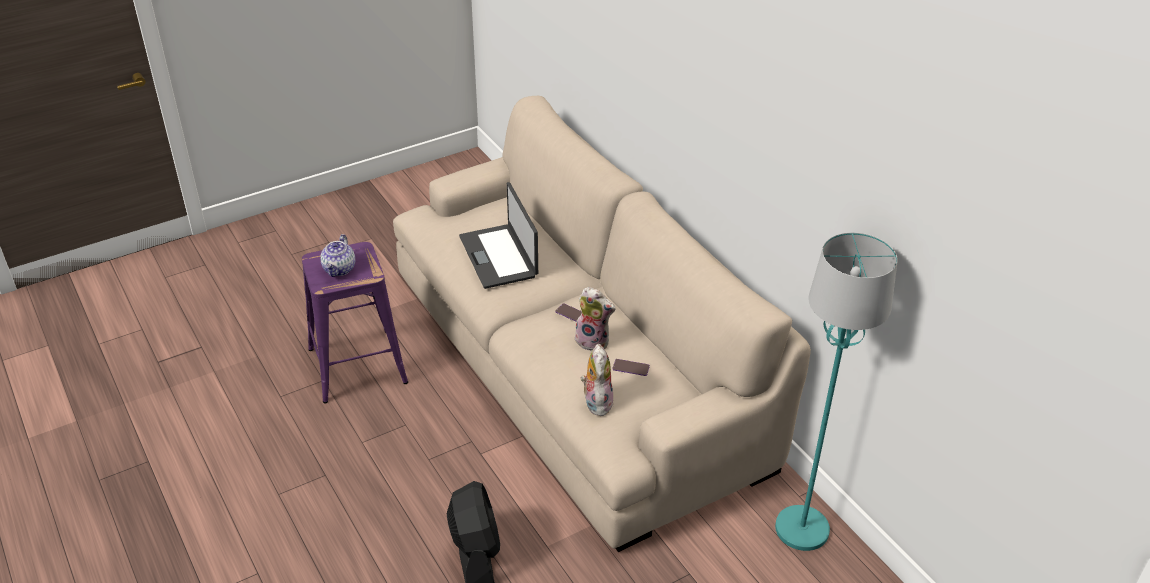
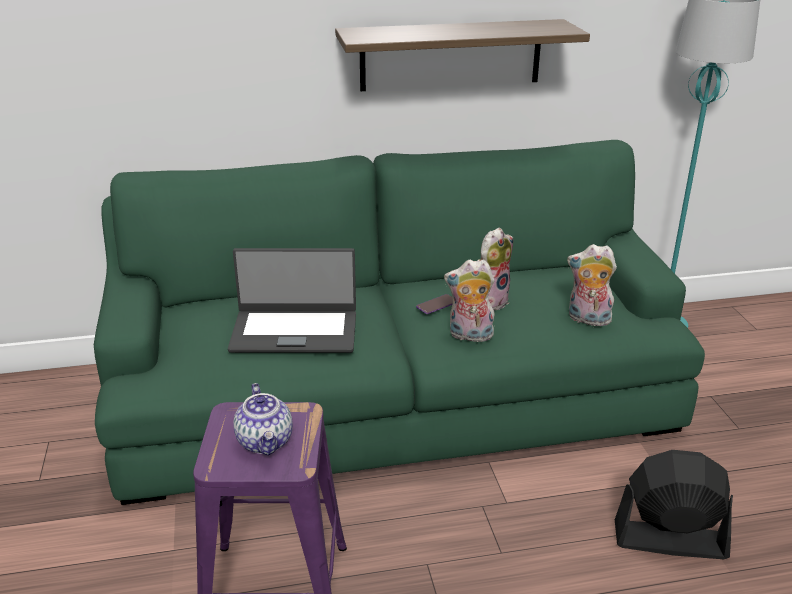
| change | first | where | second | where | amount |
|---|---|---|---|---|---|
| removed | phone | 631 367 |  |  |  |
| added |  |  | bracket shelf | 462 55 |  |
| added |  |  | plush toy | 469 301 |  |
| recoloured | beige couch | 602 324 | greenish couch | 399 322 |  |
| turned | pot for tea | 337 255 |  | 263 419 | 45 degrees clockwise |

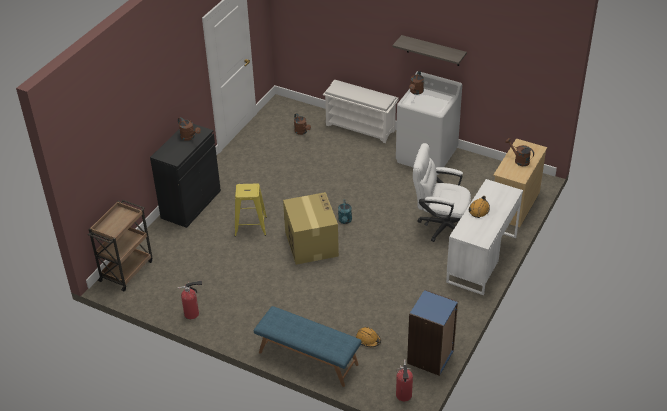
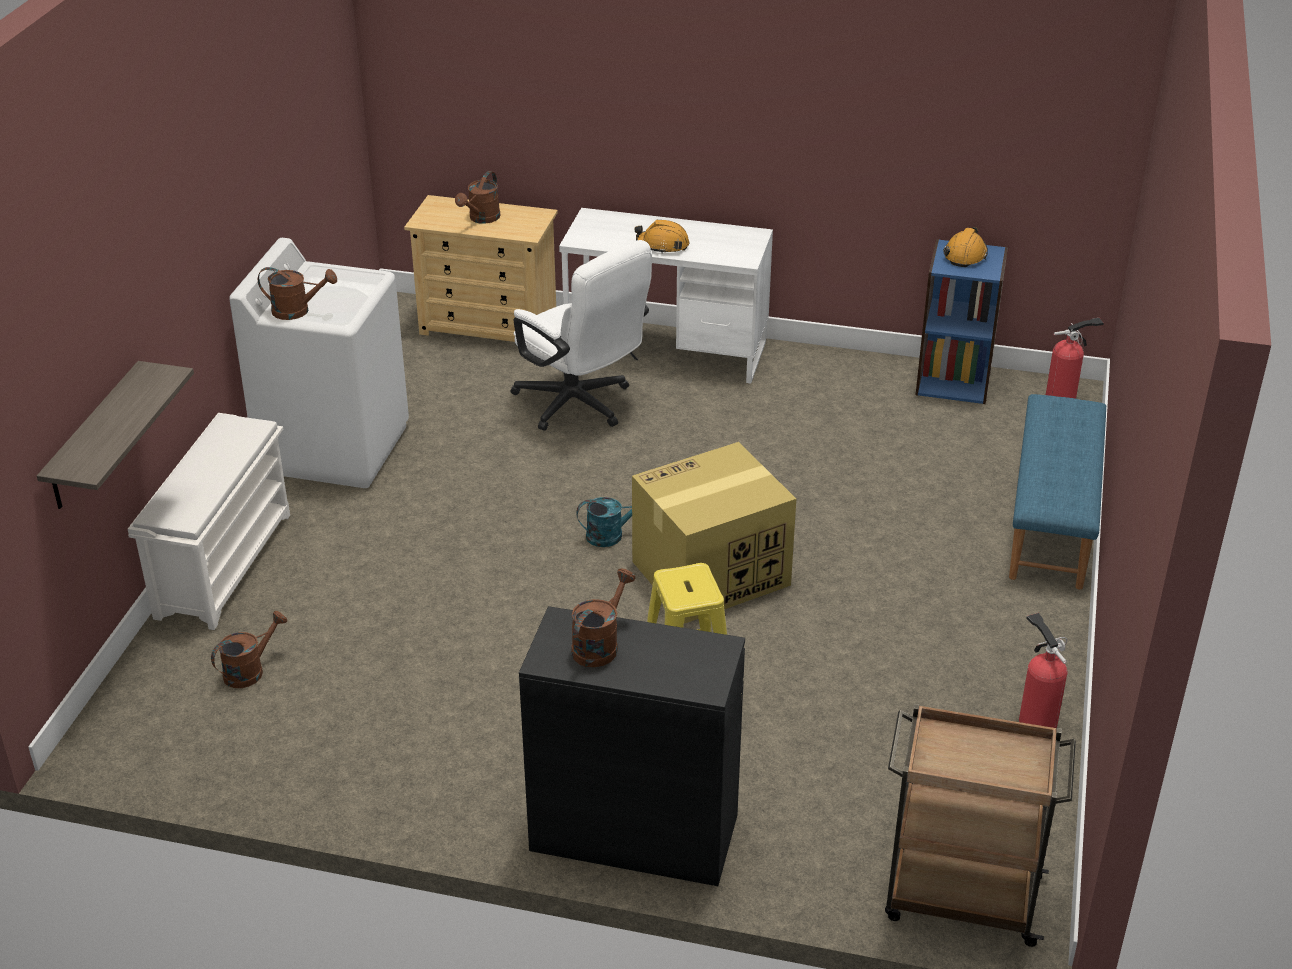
| change | first | where | second | where | amount |
|---|---|---|---|---|---|
| moved | orangey safety helmet | 368 337 |  | 965 247 |  |
| moved | bracket shelf | 429 50 |  | 115 435 |  |
| turned | white computer chair | 442 192 |  | 581 335 | 45 degrees counterclockwise |

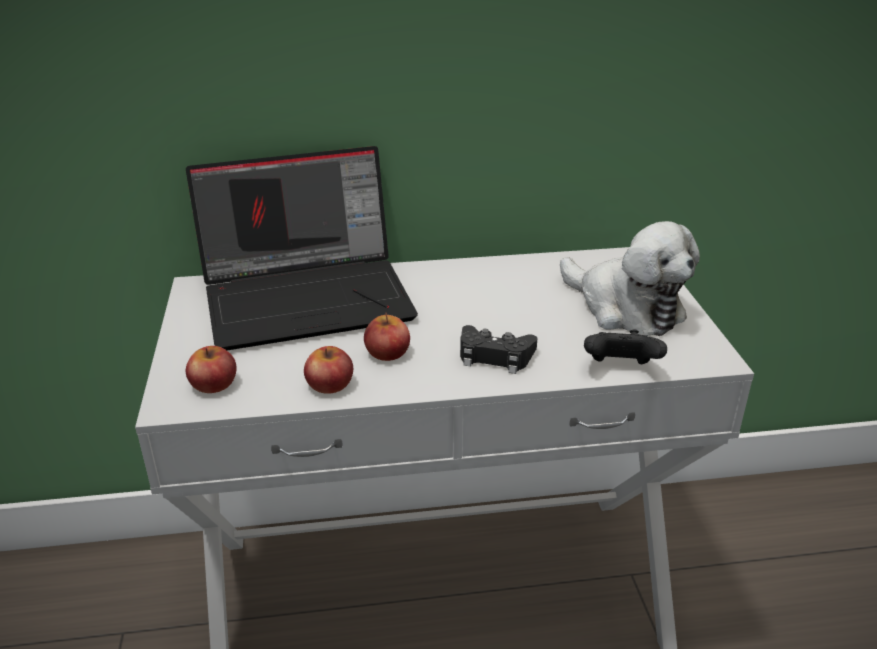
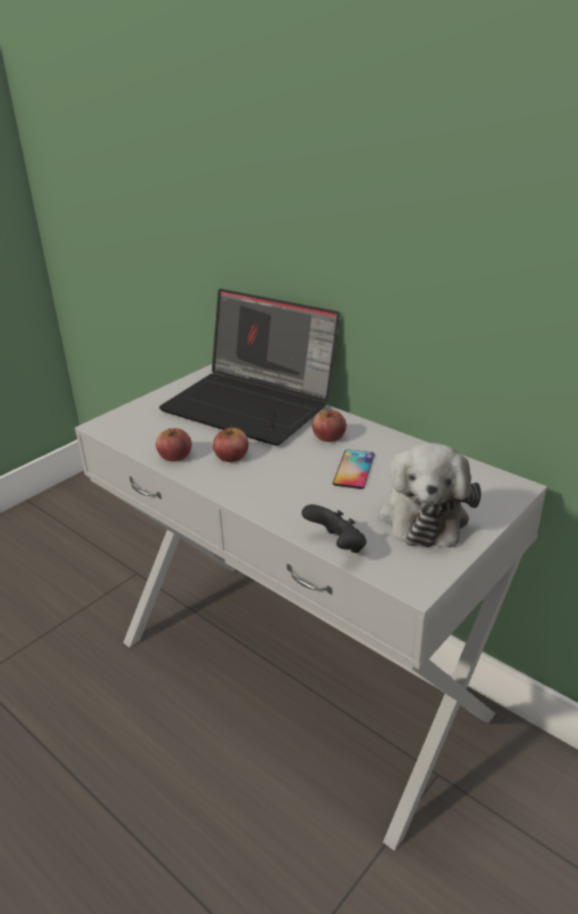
| change | first | where | second | where | amount |
|---|---|---|---|---|---|
| removed | black game controller | 498 349 |  |  |  |
| added |  |  | phone | 353 469 |  |
| moved | whole apple | 211 369 |  | 329 426 |  |

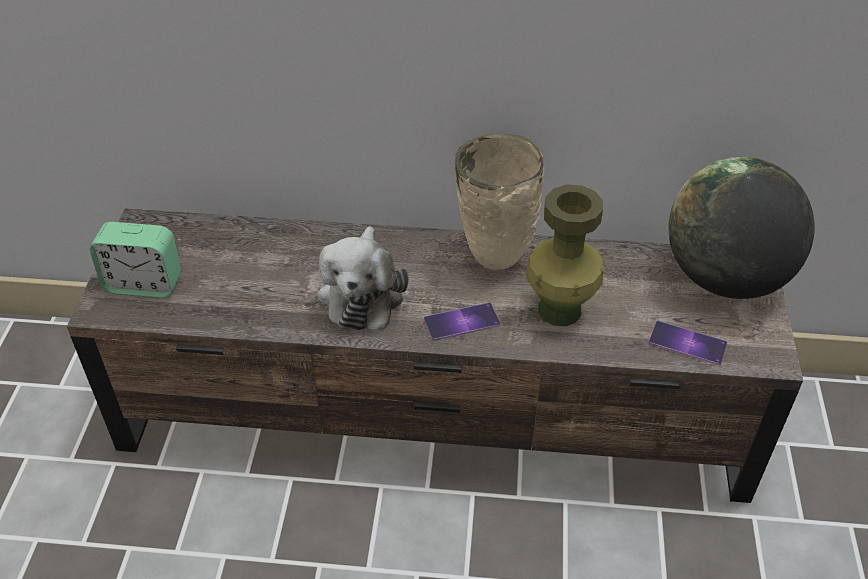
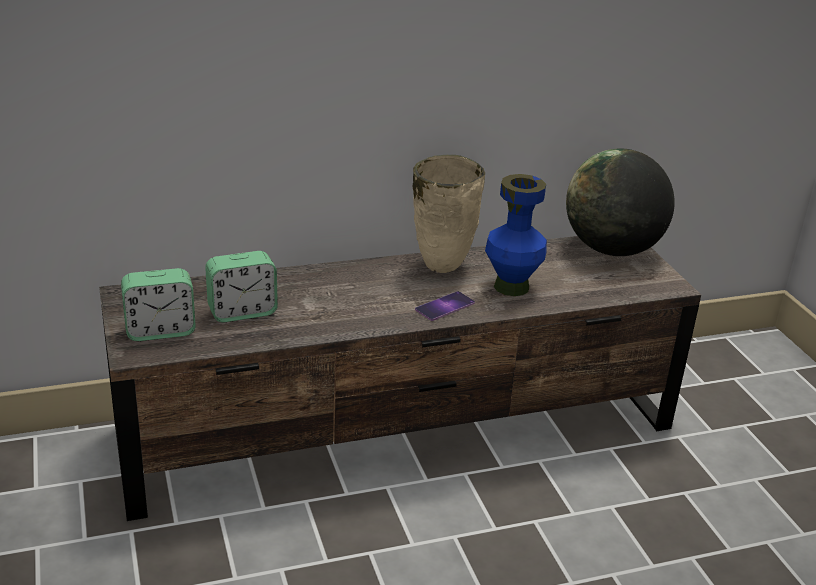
| change | first | where | second | where | amount |
|---|---|---|---|---|---|
| removed | plush toy | 363 278 |  |  |  |
| removed | phone | 688 343 |  |  |  |
| added |  |  | alarm clock | 241 287 |  |
| recoloured | greenish decorative vase | 564 255 | bluish decorative vase | 516 235 |  |

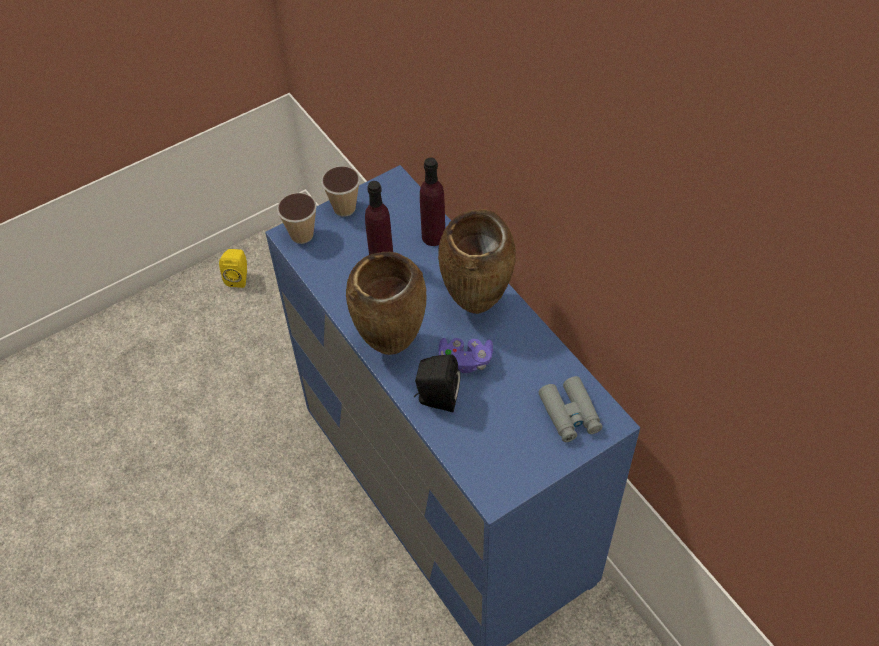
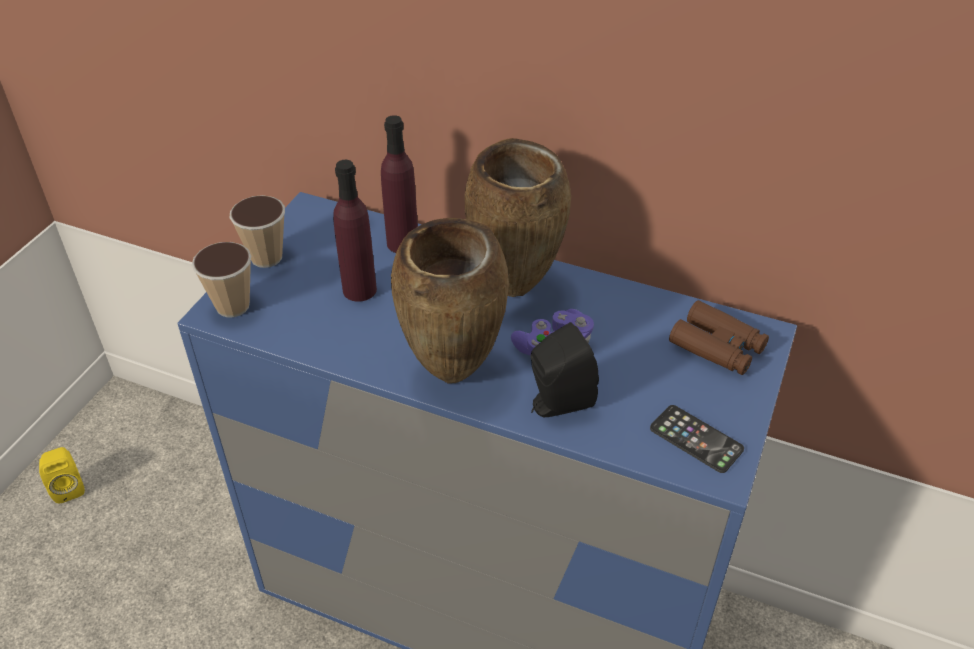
| change | first | where | second | where | amount |
|---|---|---|---|---|---|
| added |  |  | phone | 697 439 |  |
| recoloured | greyish pair of binoculars | 570 409 | brown-coloured pair of binoculars | 719 337 |  |

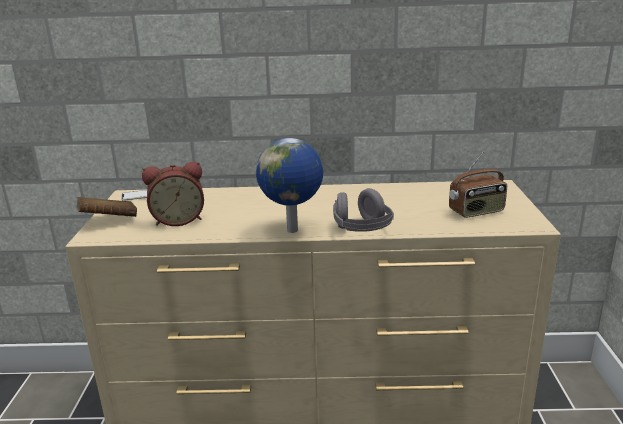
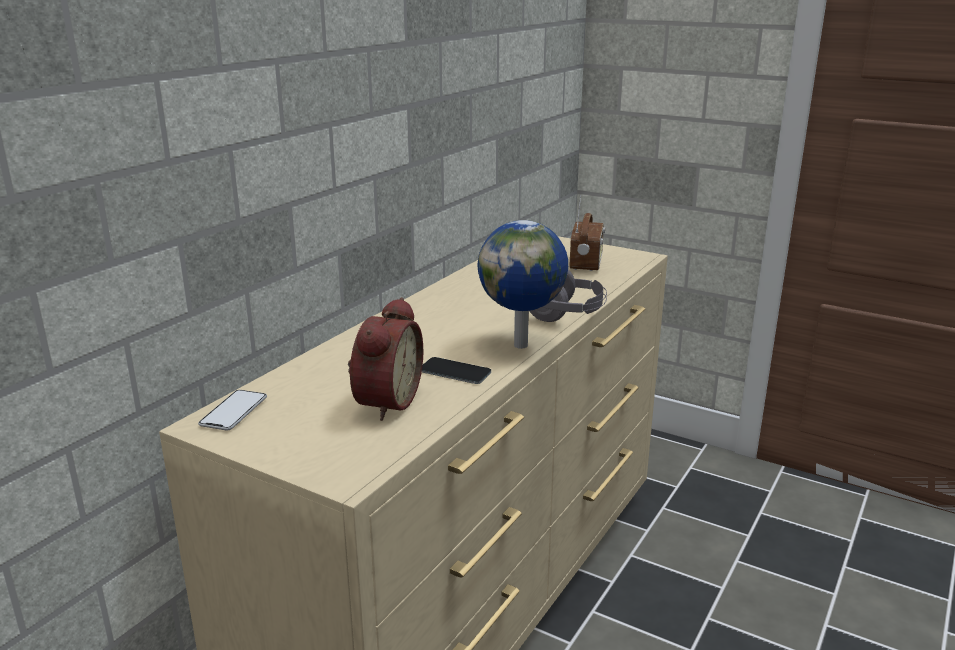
| change | first | where | second | where | amount |
|---|---|---|---|---|---|
| removed | brown-coloured bound book | 106 207 |  |  |  |
| added |  |  | phone | 456 370 |  |

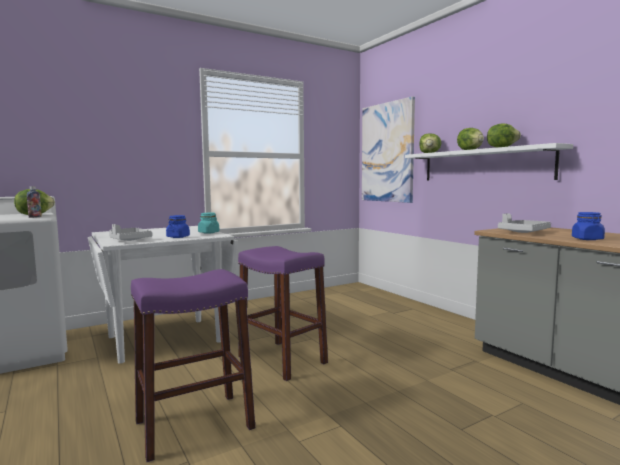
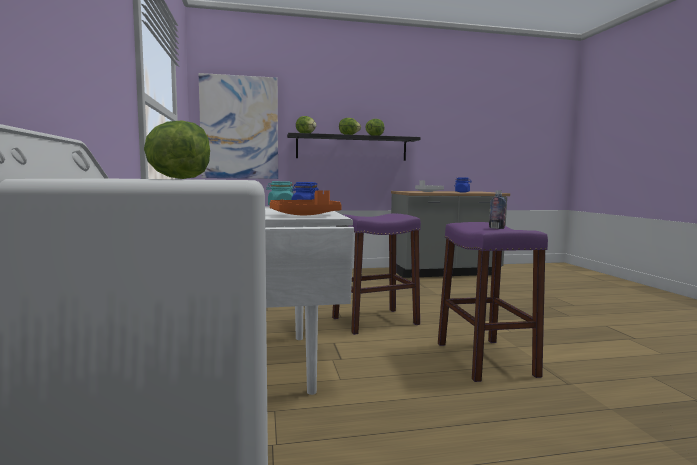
| change | first | where | second | where | amount |
|---|---|---|---|---|---|
| moved | bottle | 34 202 |  | 497 209 |  |
| recoloured | greyish carrying tray | 130 232 | orangey carrying tray | 306 203 |  |
| recoloured | white bracket shelf | 489 162 | black bracket shelf | 354 147 |  |

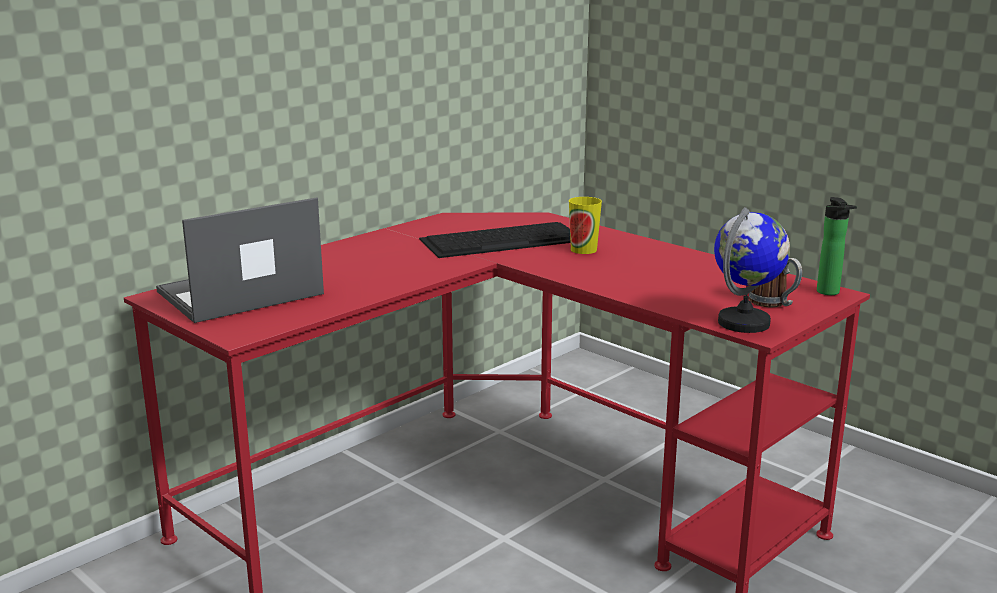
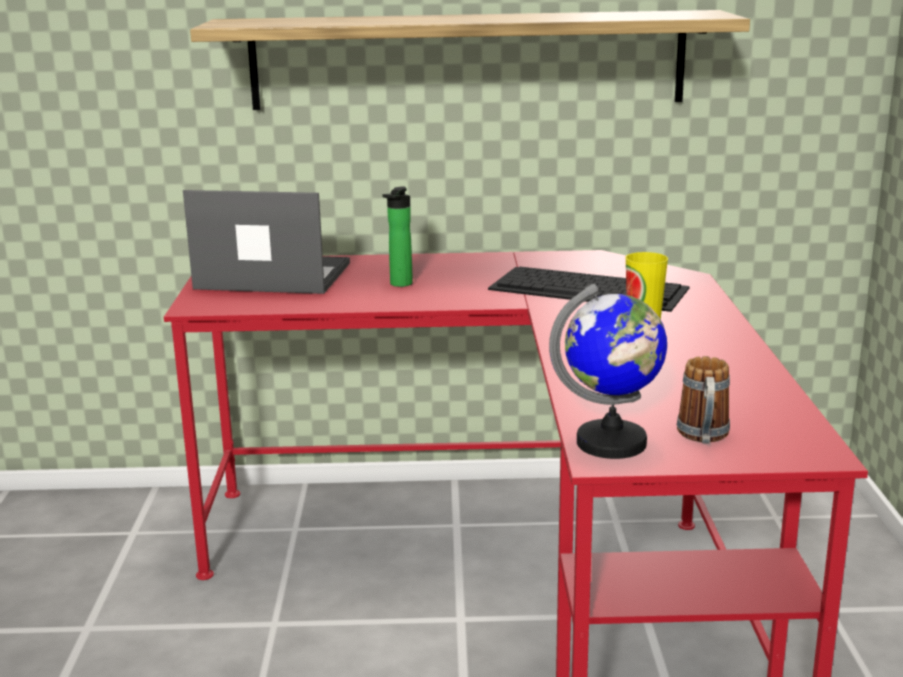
| change | first | where | second | where | amount |
|---|---|---|---|---|---|
| added |  |  | bracket shelf | 470 60 |  |
| moved | bottle | 837 246 |  | 397 236 |  |

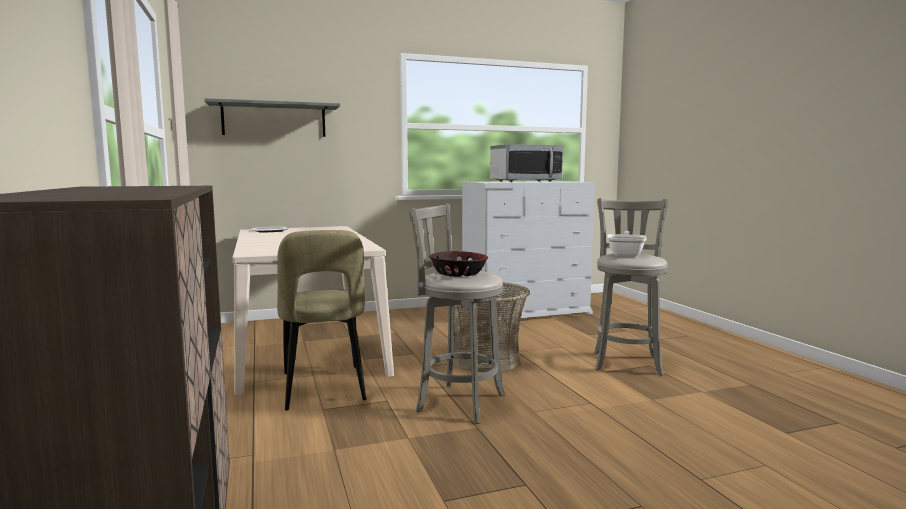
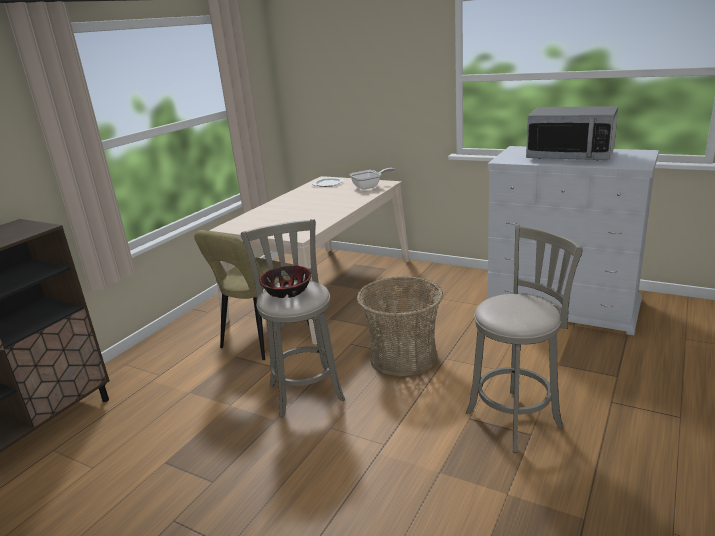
| change | first | where | second | where | amount |
|---|---|---|---|---|---|
| removed | greyish bracket shelf | 272 117 |  |  |  |
| moved | pan | 627 244 |  | 372 179 |  |

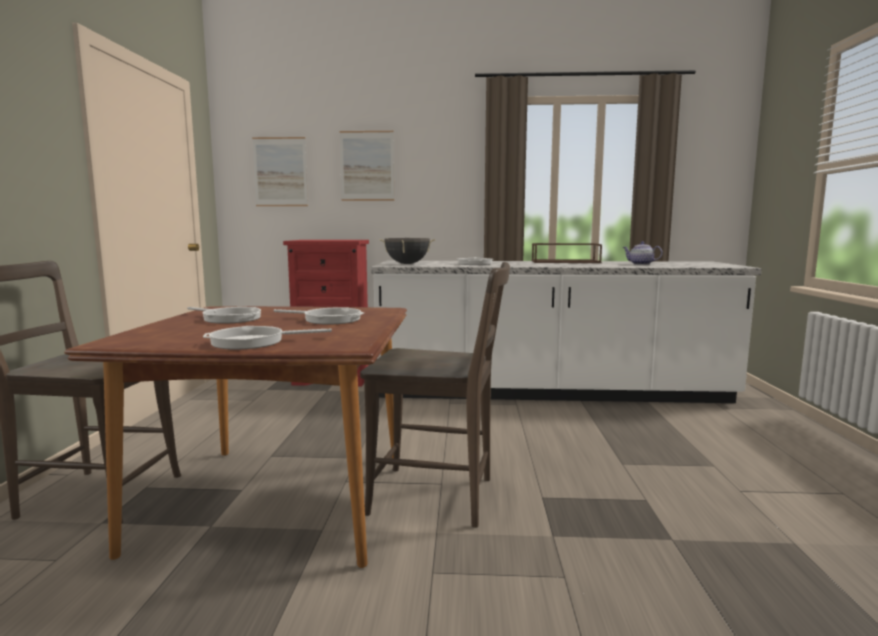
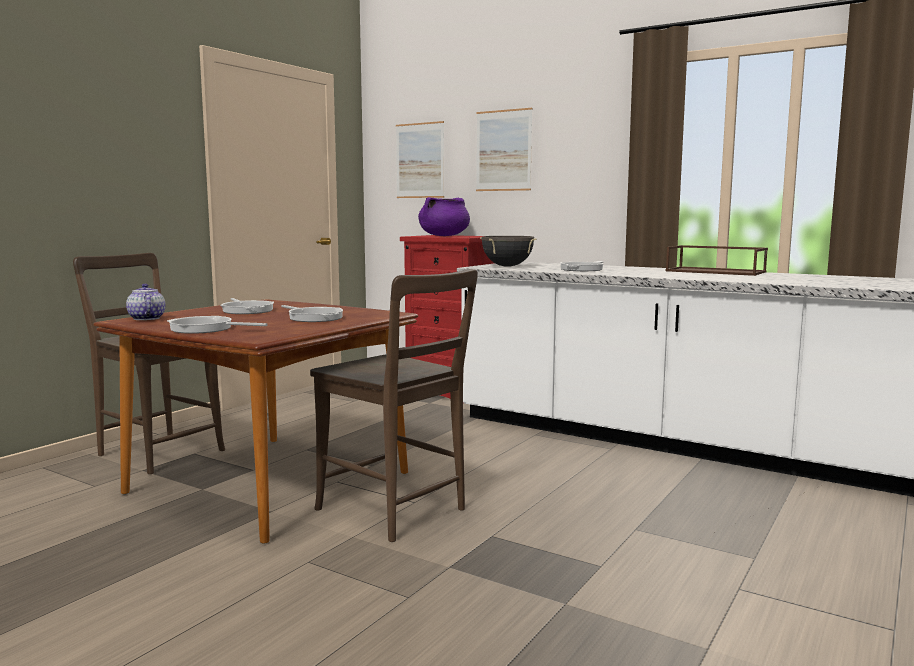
| change | first | where | second | where | amount |
|---|---|---|---|---|---|
| added |  |  | purple-coloured saucepot | 444 216 |  |
| moved | pot for tea | 643 253 |  | 146 302 |  |

